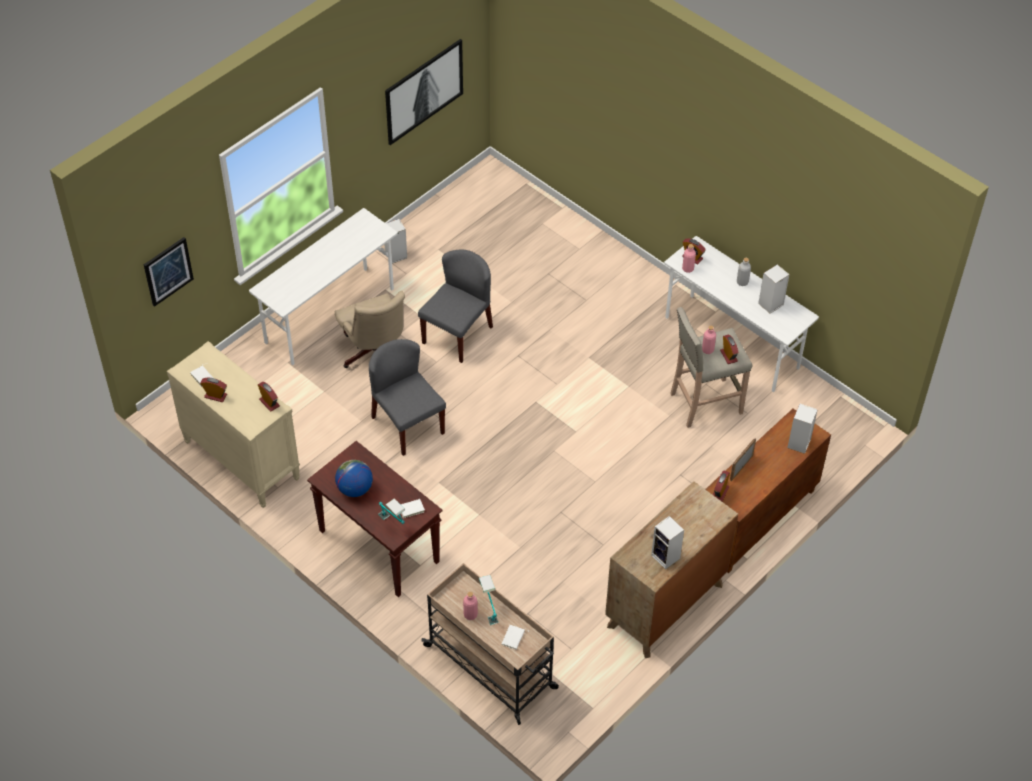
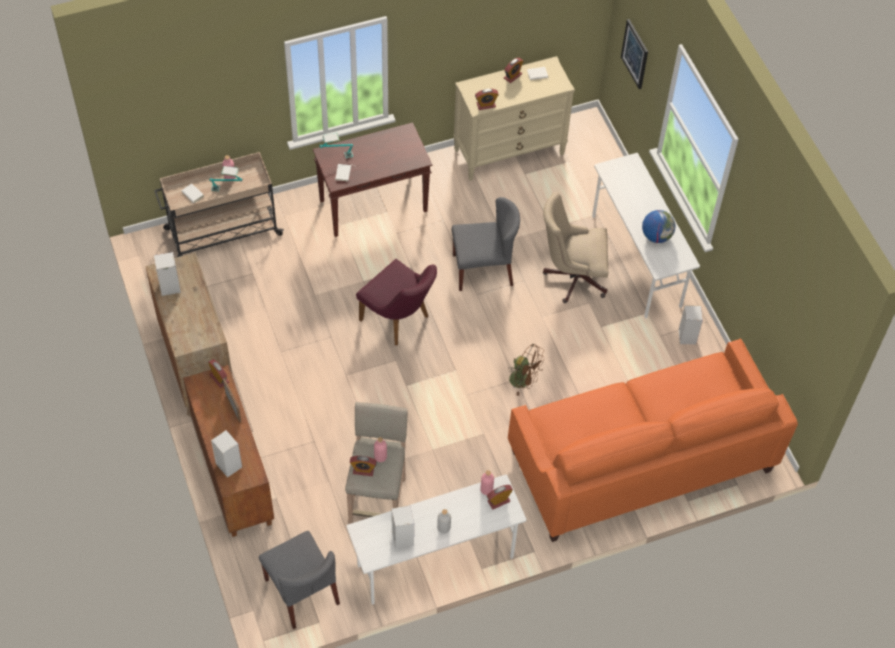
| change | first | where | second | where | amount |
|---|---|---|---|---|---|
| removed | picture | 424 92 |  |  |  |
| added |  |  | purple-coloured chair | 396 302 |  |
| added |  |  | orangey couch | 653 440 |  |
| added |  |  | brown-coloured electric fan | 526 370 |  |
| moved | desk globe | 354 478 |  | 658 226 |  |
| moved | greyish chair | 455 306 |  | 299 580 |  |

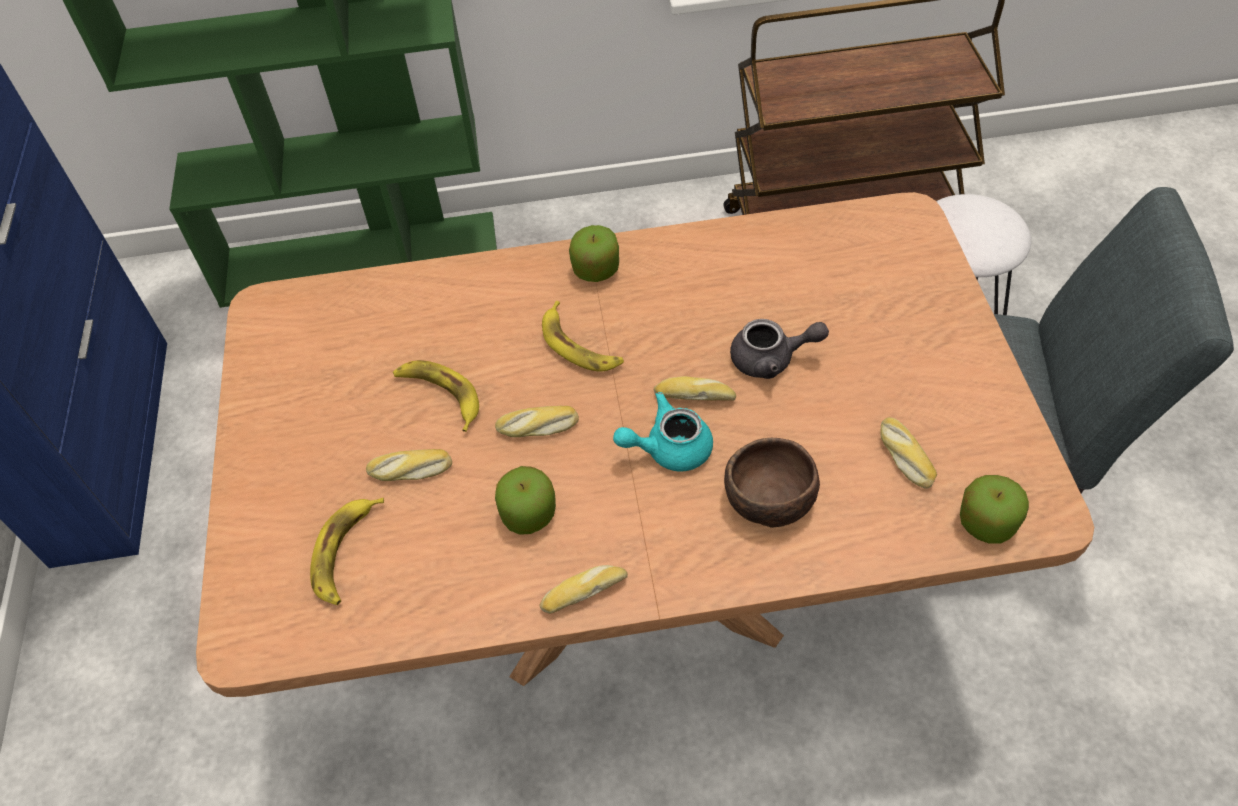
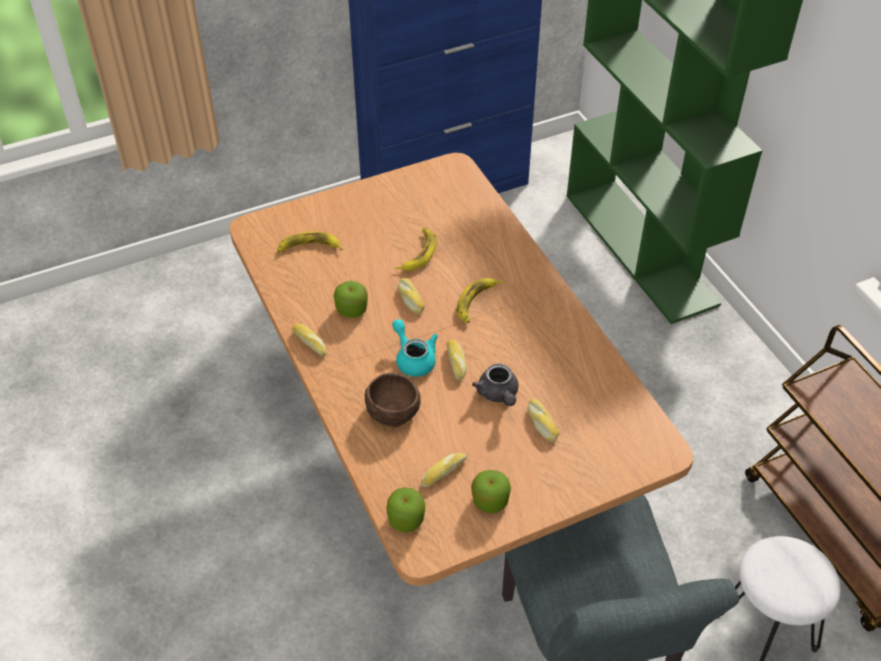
| change | first | where | second | where | amount |
|---|---|---|---|---|---|
| moved | baked bread | 409 465 |  | 543 420 |  |
| moved | whole apple | 594 253 |  | 491 491 |  |

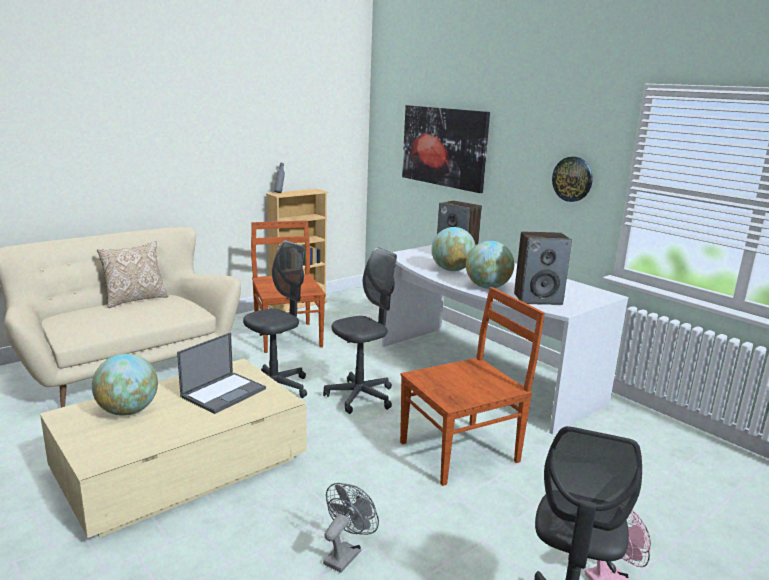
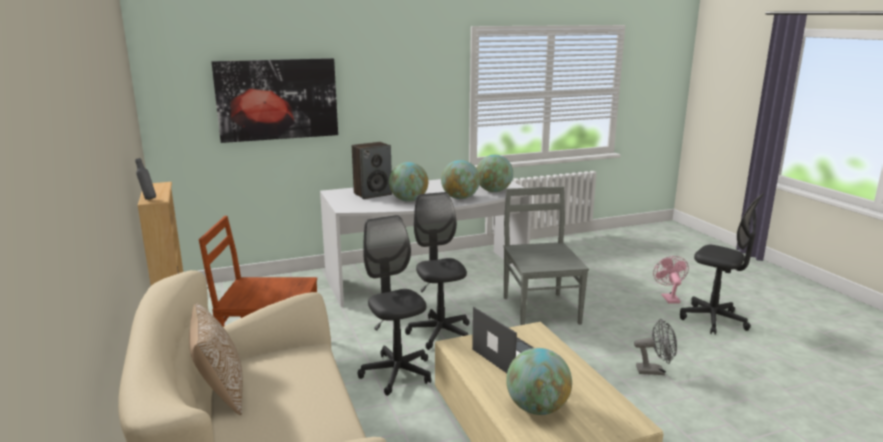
| change | first | where | second | where | amount |
|---|---|---|---|---|---|
| removed | wall clock | 572 179 |  |  |  |
| replaced | audio speaker | 543 268 | desk globe | 495 173 |  |
| recoloured | brown-coloured chair | 472 386 | greyish chair | 546 255 |  |
| turned | greyish electric fan | 351 528 |  | 655 347 | 135 degrees clockwise |

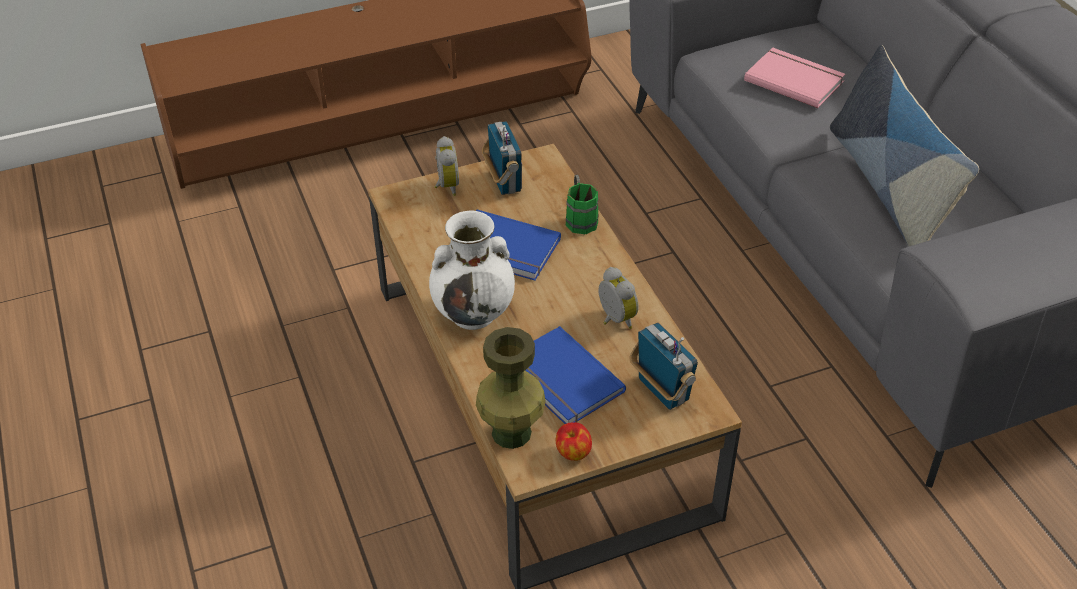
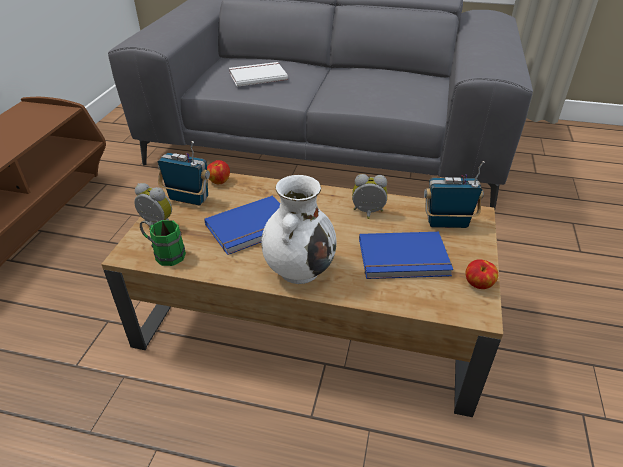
| change | first | where | second | where | amount |
|---|---|---|---|---|---|
| removed | greenish decorative vase | 511 388 |  |  |  |
| removed | throw pillow | 904 145 |  |  |  |
| added |  |  | whole apple | 218 172 |  |
| moved | greenish tea mug | 582 204 |  | 163 243 |  |
| recoloured | pink-coloured bound book | 794 78 | white bound book | 258 74 |  |

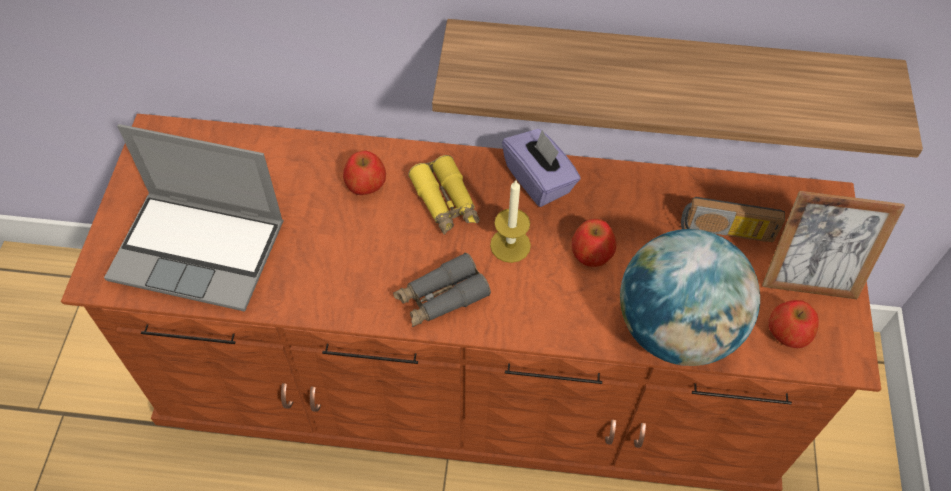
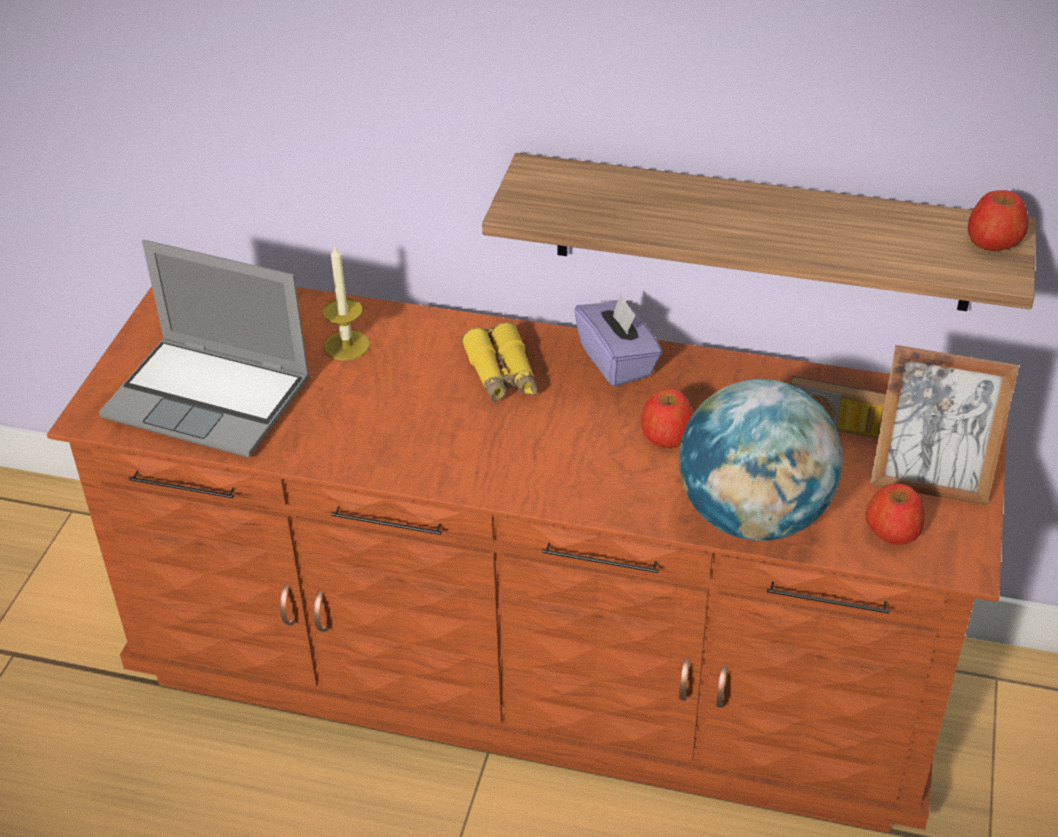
| change | first | where | second | where | amount |
|---|---|---|---|---|---|
| removed | greyish pair of binoculars | 442 290 |  |  |  |
| moved | whole apple | 364 173 |  | 998 220 |  |
| moved | wax light | 510 221 |  | 346 303 |  |

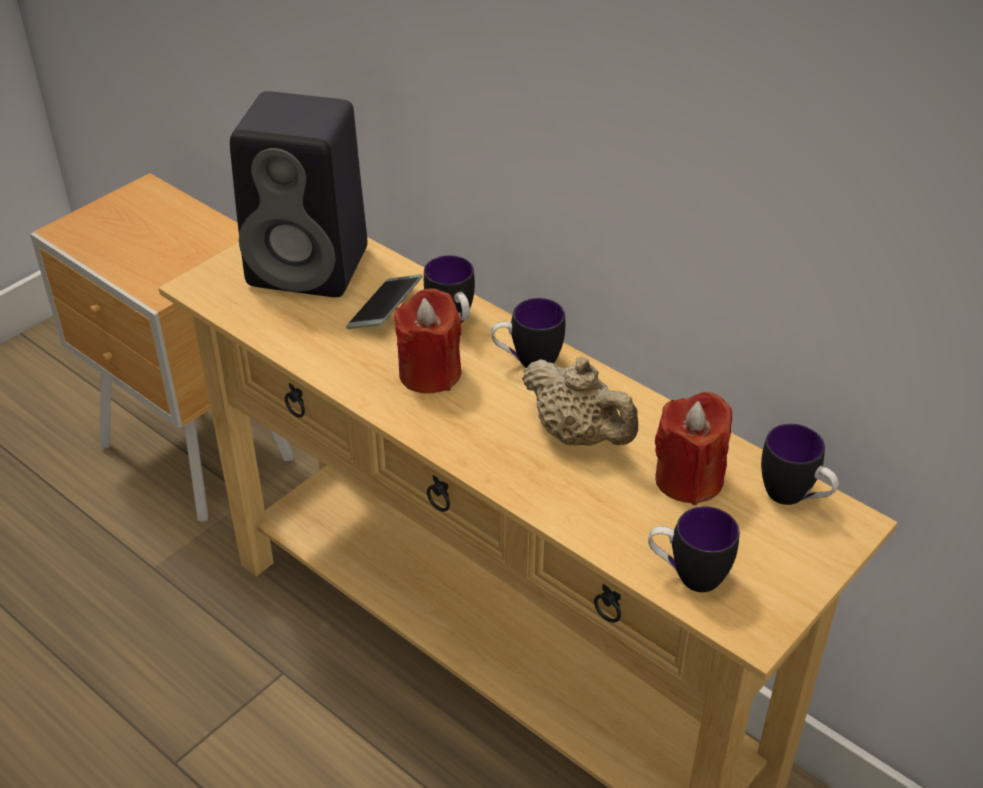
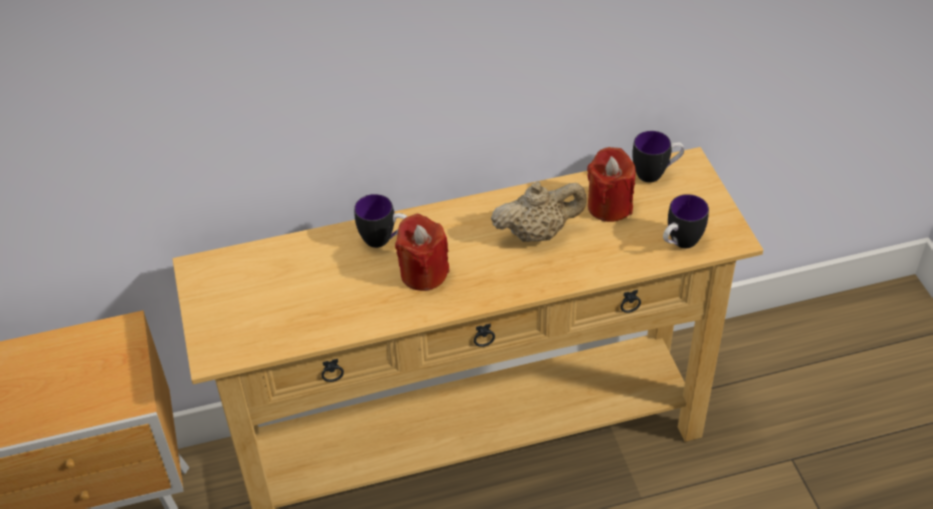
| change | first | where | second | where | amount |
|---|---|---|---|---|---|
| removed | black audio speaker | 298 194 |  |  |  |
| removed | phone | 384 301 |  |  |  |
| removed | tea mug | 528 333 |  |  |  |

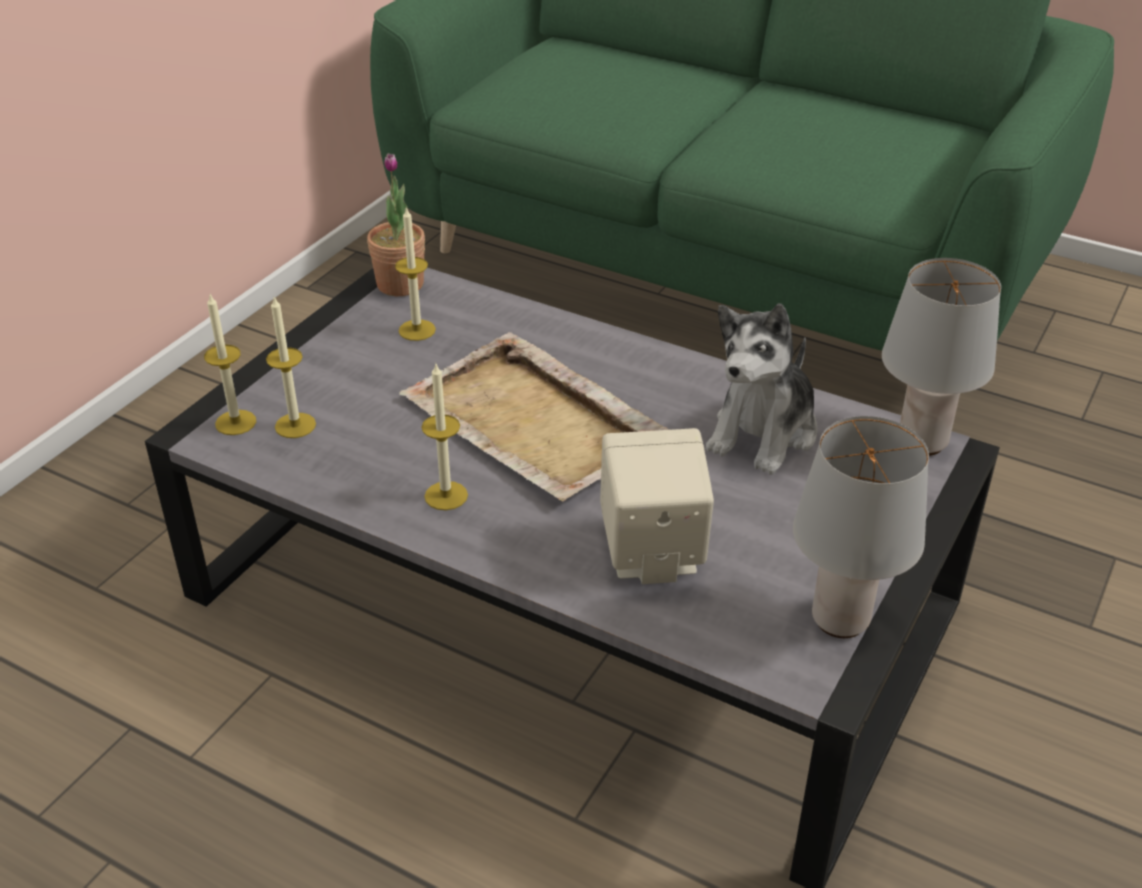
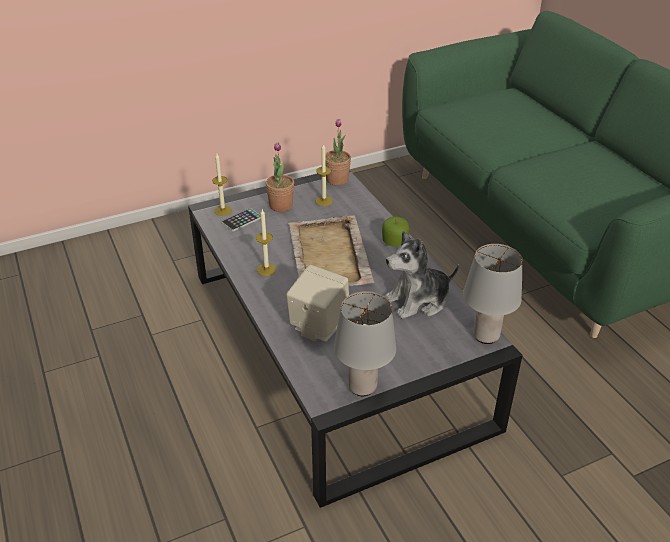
| change | first | where | second | where | amount |
|---|---|---|---|---|---|
| added |  |  | plant in a pot | 280 177 |  |
| added |  |  | whole apple | 395 232 |  |
| replaced | wax light | 291 367 | phone | 241 219 |  |

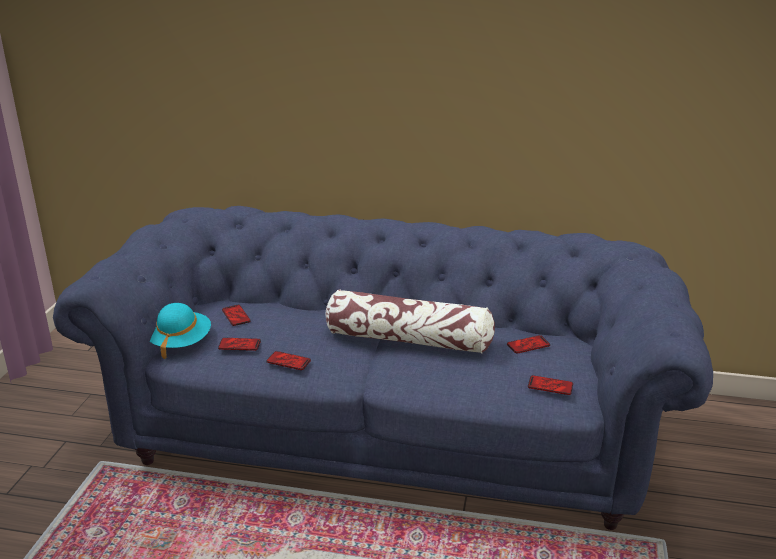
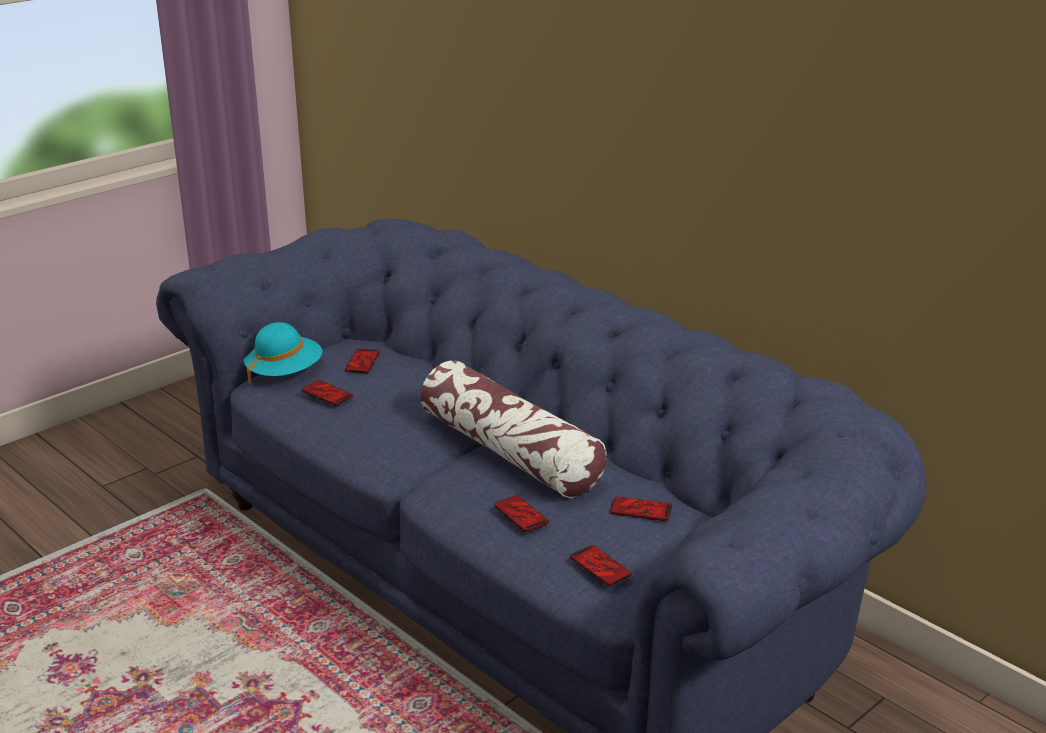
| change | first | where | second | where | amount |
|---|---|---|---|---|---|
| moved | phone | 288 360 |  | 521 513 |  |

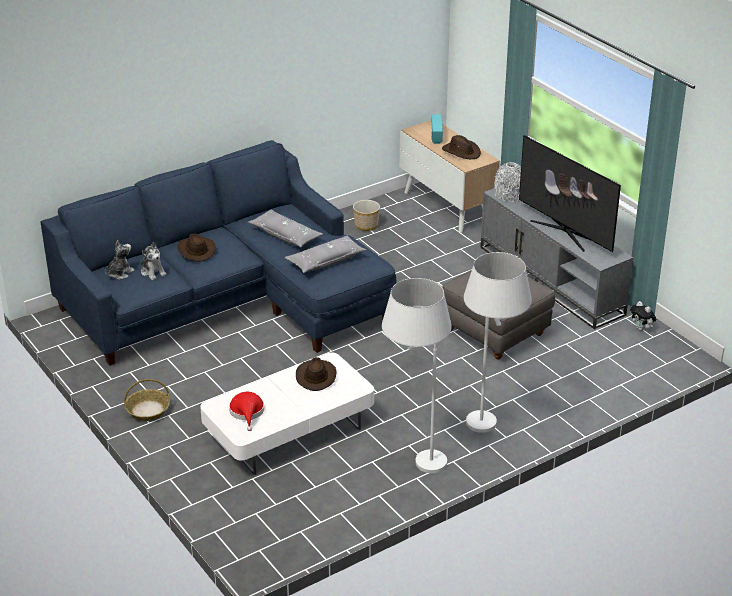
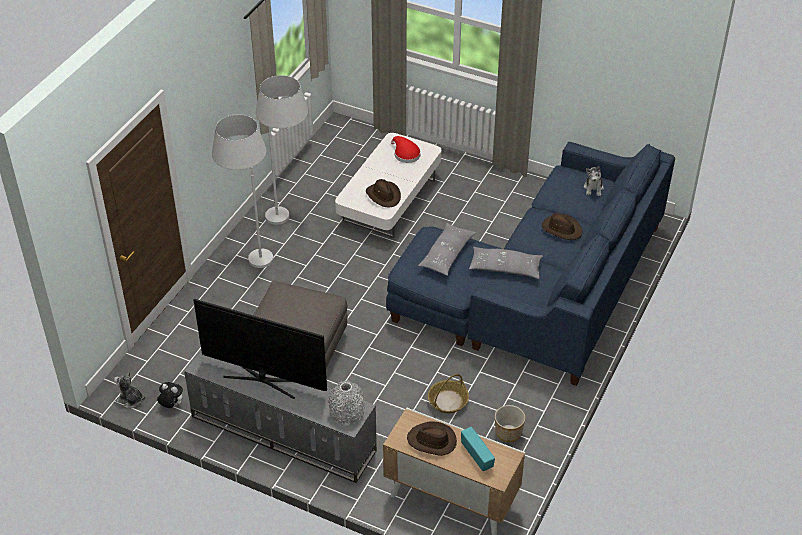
| change | first | where | second | where | amount |
|---|---|---|---|---|---|
| moved | basket | 147 400 |  | 448 393 |  |
| moved | plush toy | 153 261 |  | 129 389 |  |

